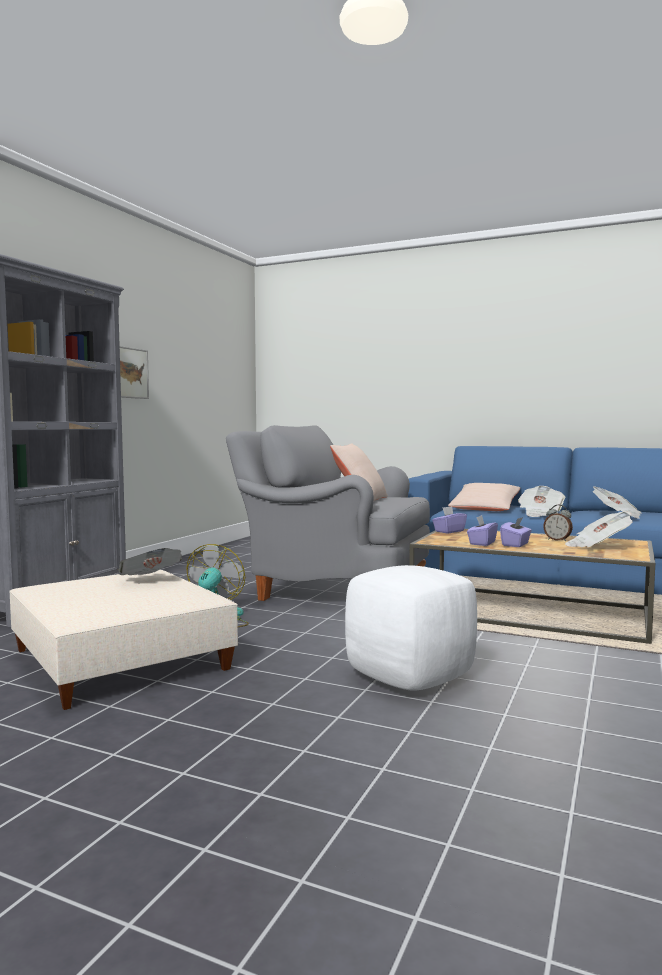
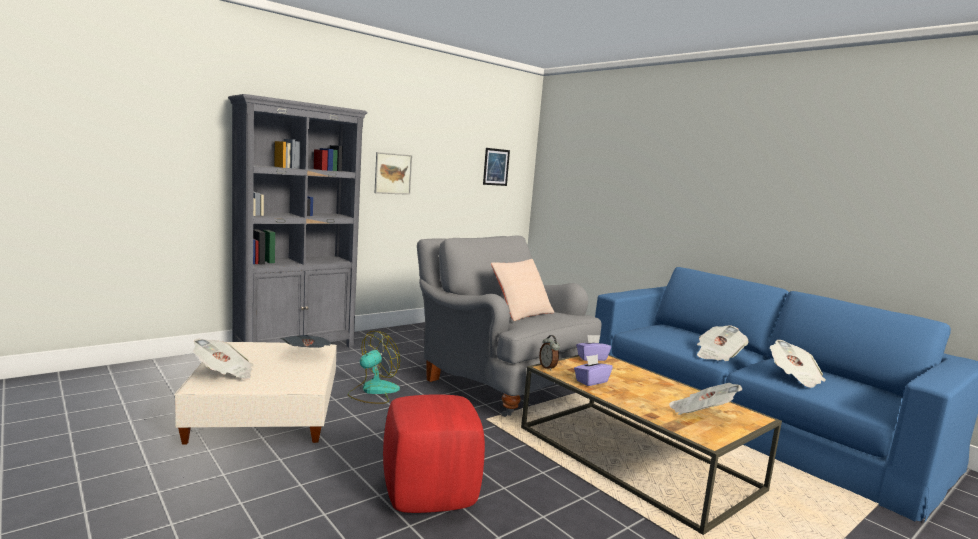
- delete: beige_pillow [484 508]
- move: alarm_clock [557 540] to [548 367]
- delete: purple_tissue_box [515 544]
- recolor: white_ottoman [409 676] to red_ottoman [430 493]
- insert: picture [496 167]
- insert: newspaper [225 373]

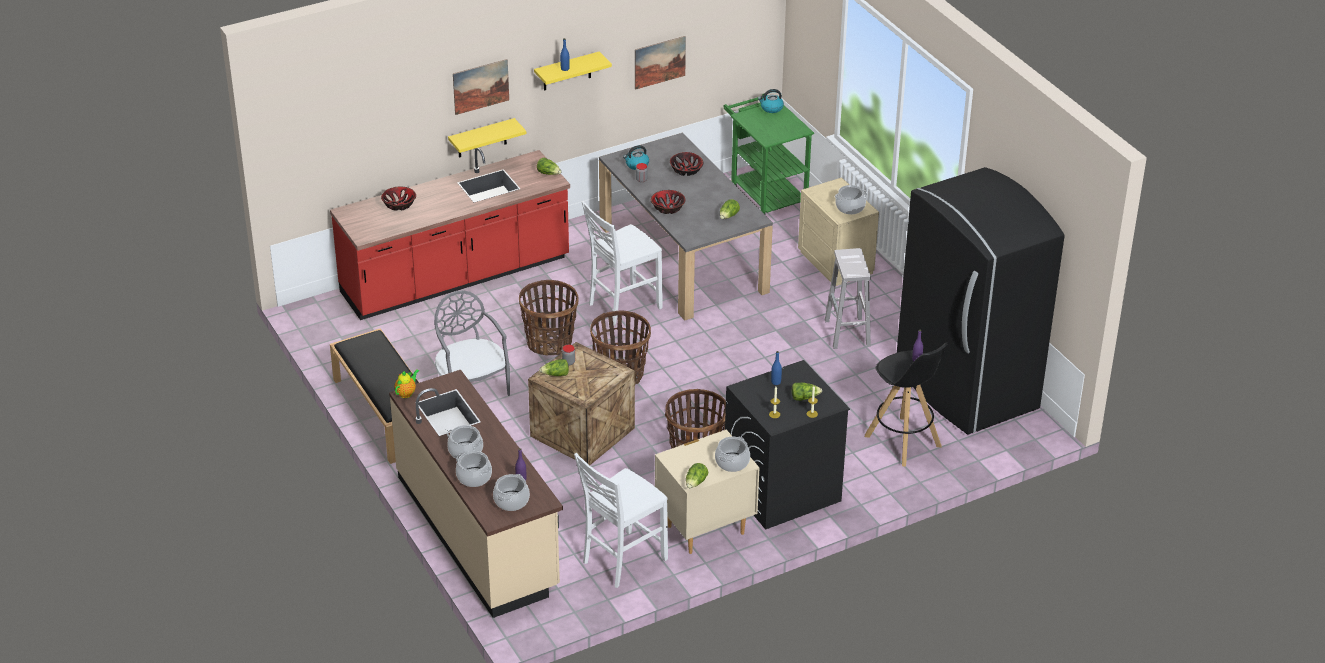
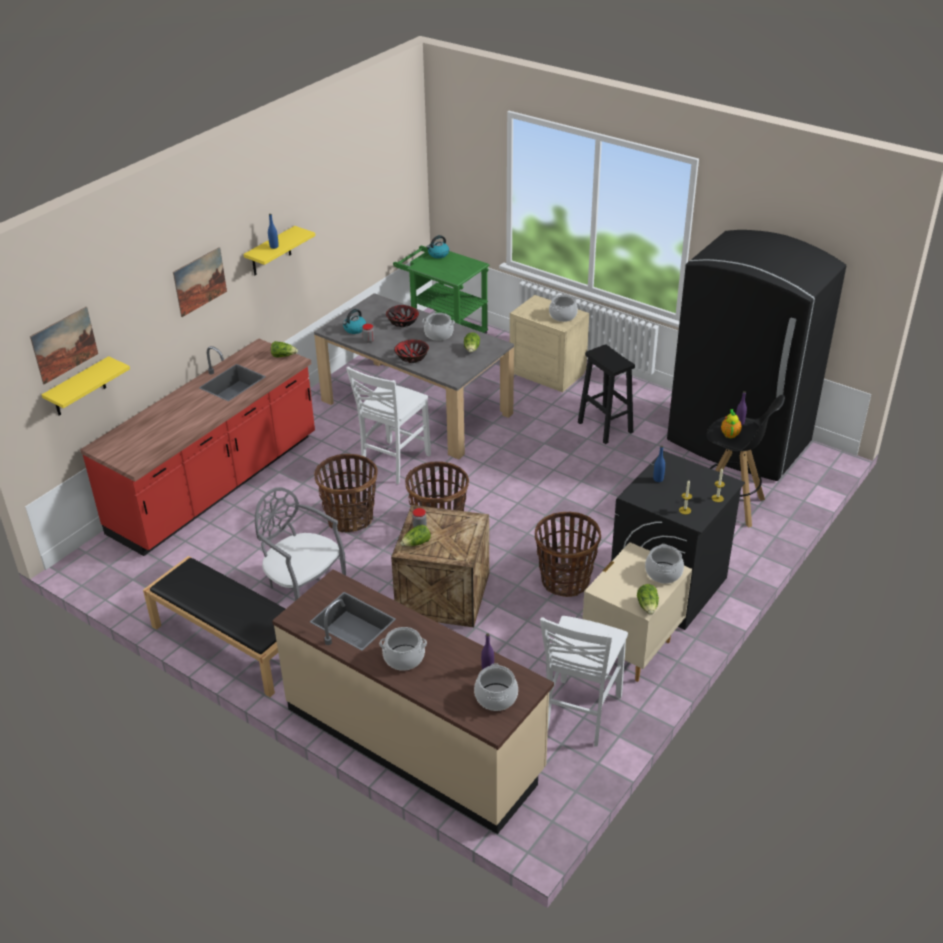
- move: picture [659 62] to [64 345]
- move: yellow_shelf [482 138] to [79 388]
- delete: bowl [399 204]
- recolor: white_stool [847 333] to black_stool [606 427]
- move: teapot [406 393] to [730 433]
- delete: lettuce [804 397]
- move: cooking_pot [474 477] to [438 334]

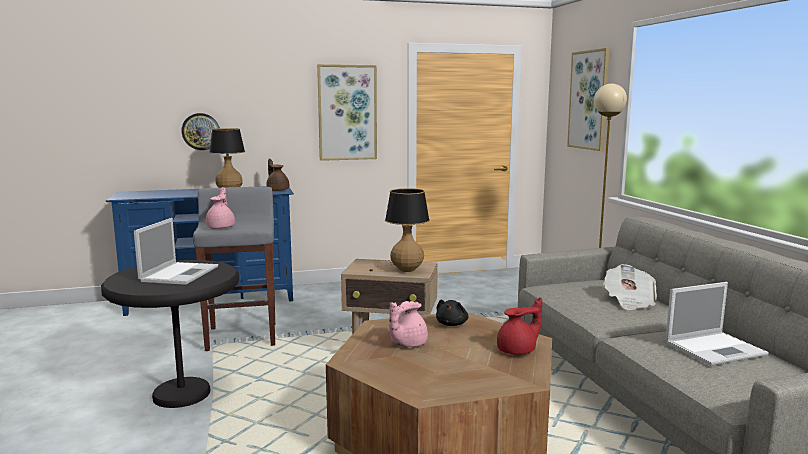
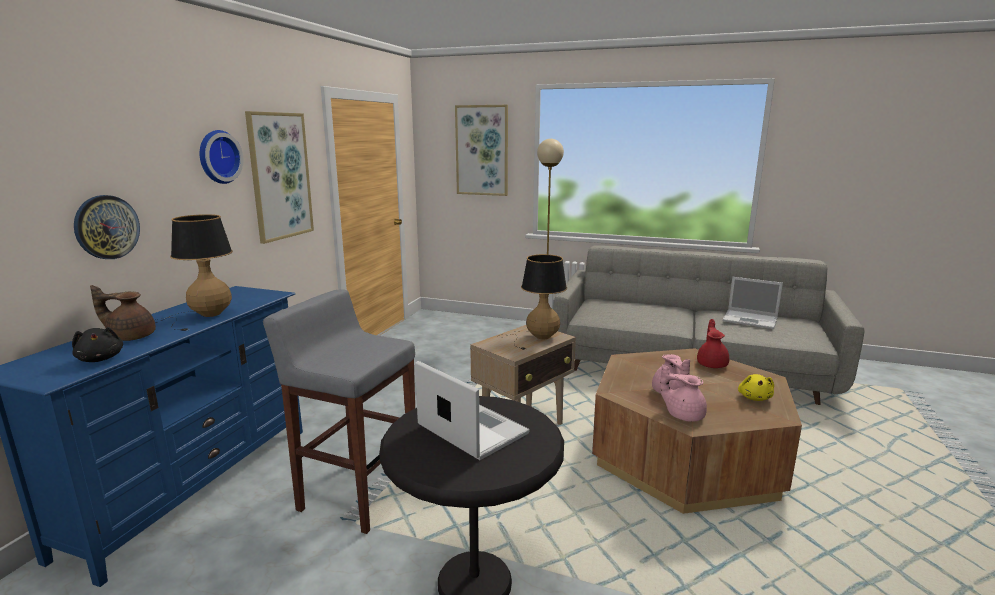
- move: brown_teapot [277 190] to [131 337]
- move: pink_teapot [221 227] to [683 414]
- delete: newspaper [629 301]
- rotate: laptop [716 348] = [751 320] 105 degrees clockwise
- move: black_plush_toy [452 324] to [101 359]
- insert: wall_clock [217 157]
- insert: yellow_plush_toy [754 397]

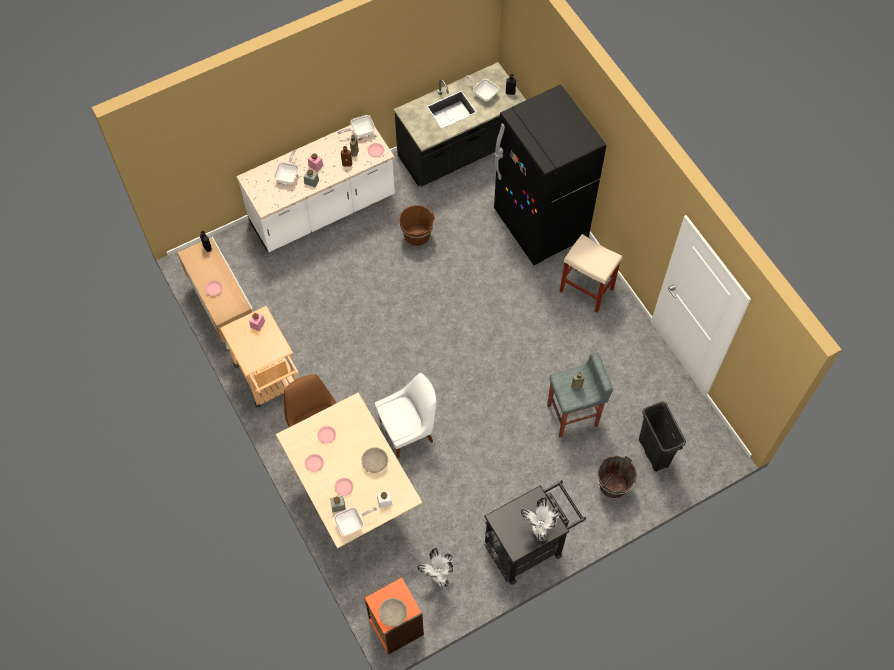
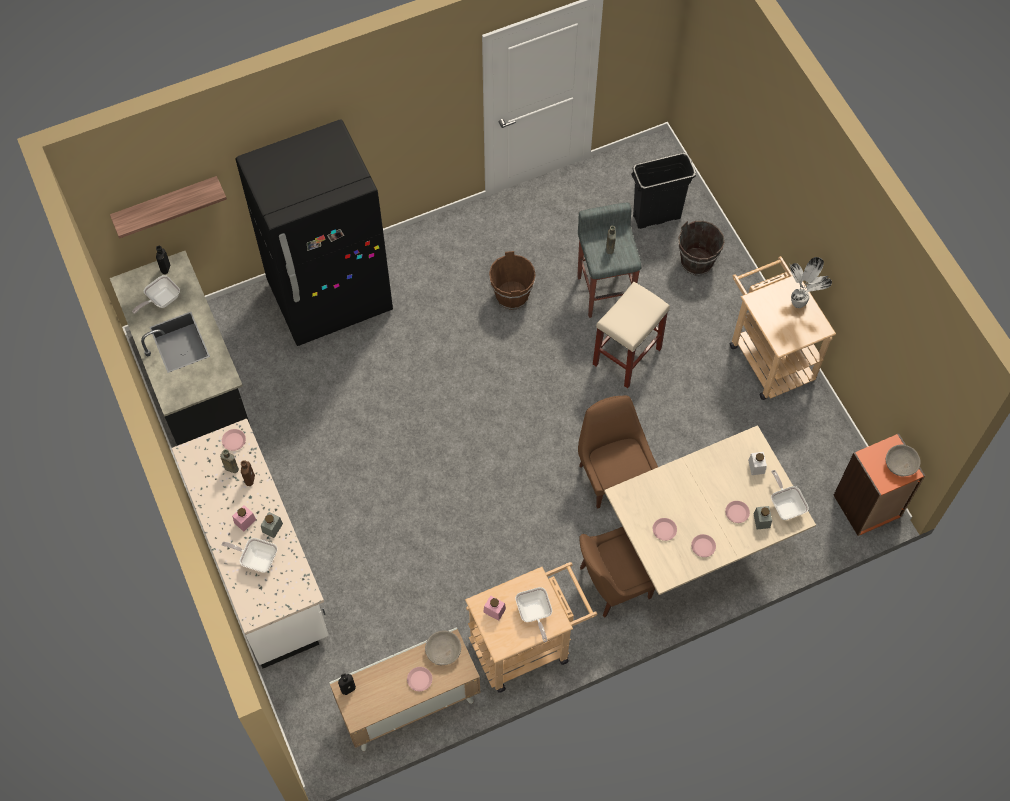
- move: frying_pan [360 132] to [534 614]
- move: brown_bucket [417 236] to [511 296]
- move: beige_stool [587 290] to [627 355]
- recolor: white_chair [408 430] to brown_chair [613 475]
- move: grey_bowl [375 462] to [443 651]
- recolor: black_cart [529 545] to beige_cart [768 355]
- delete: potted_plant [437 579]
- insert: shelf [166 203]

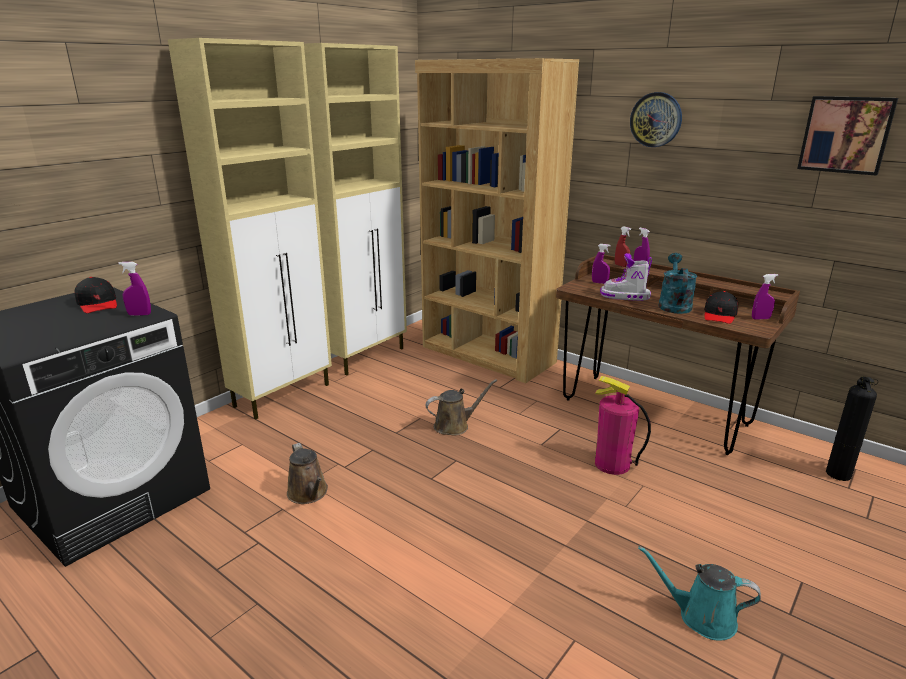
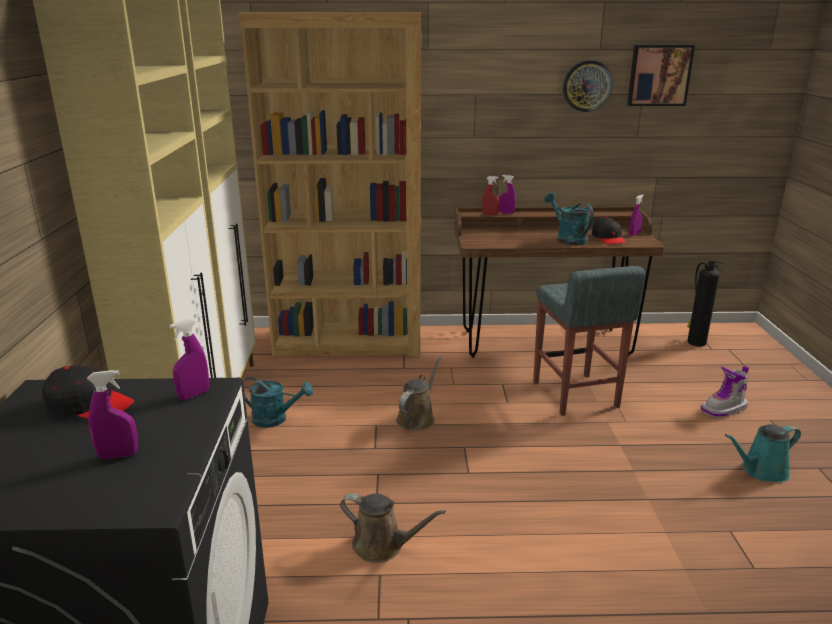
- move: wall_clock [656 119] to [587 86]
- move: purple_spray_bottle [599 283] to [118 455]
- move: boot [625 296] to [724 409]
- replace: fire_extinguisher [612 464] to grey_stool [575 395]
- insert: turquoise_watering_can [276 419]

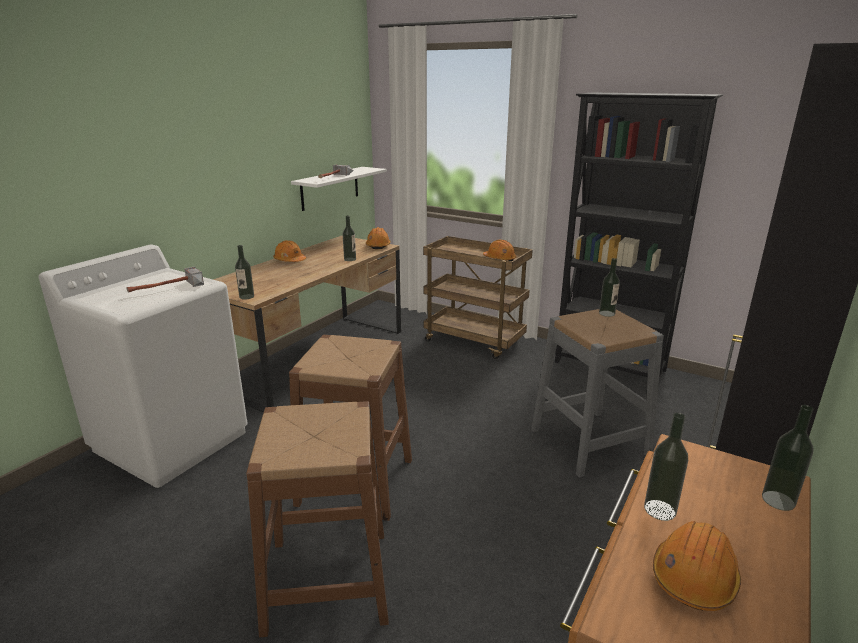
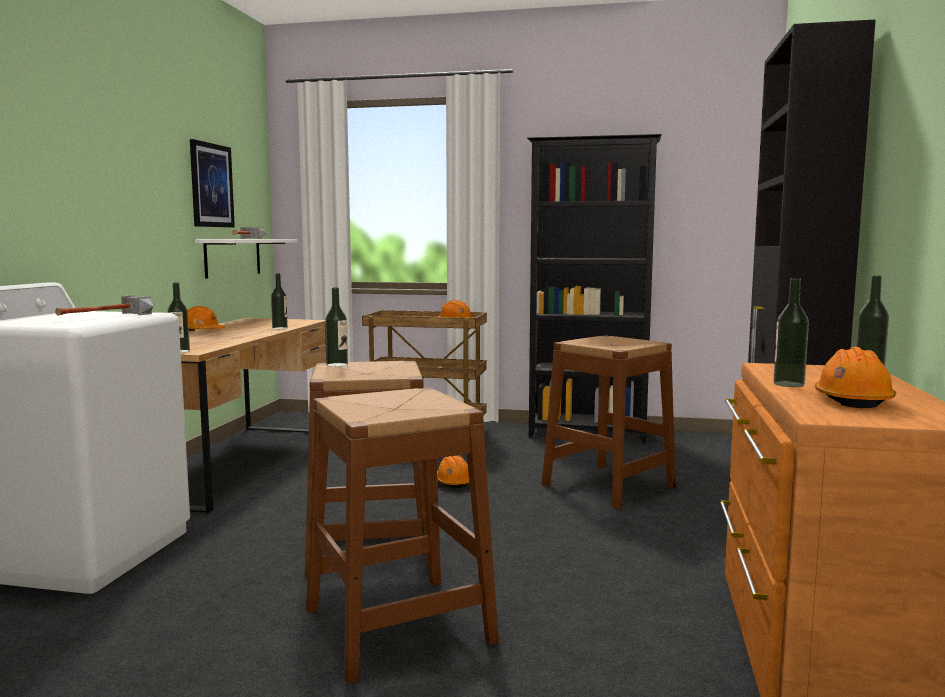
- move: orange_hard_hat [378 245] to [453 482]
- move: bottle [607 313] to [337 365]
- recolor: grey_stool [589 442] to brown_stool [608 485]
- insert: picture [211 185]

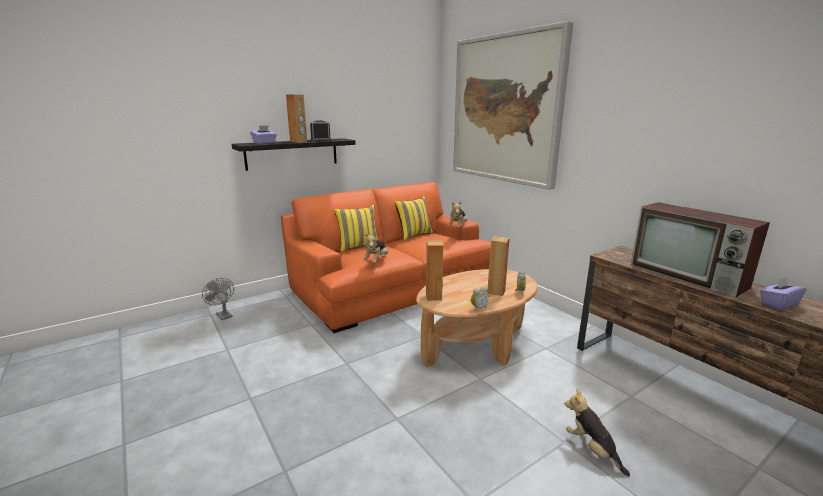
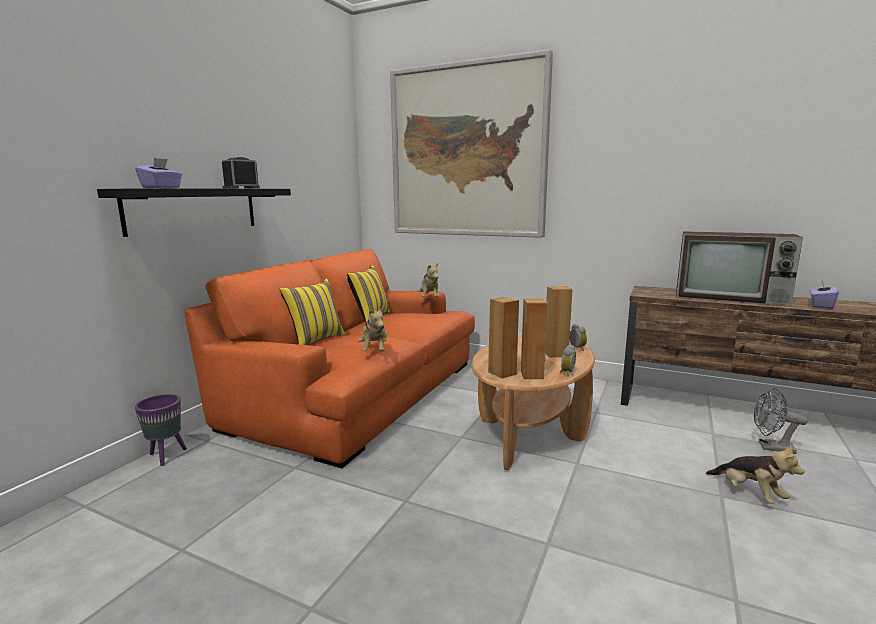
- move: brown_speaker [299 141] to [532 375]
- move: grey_fan [222 314] to [771 447]
- rotate: plush_toy [592 449] = [749 493] 150 degrees counterclockwise
- insert: purple_planter [166 456]

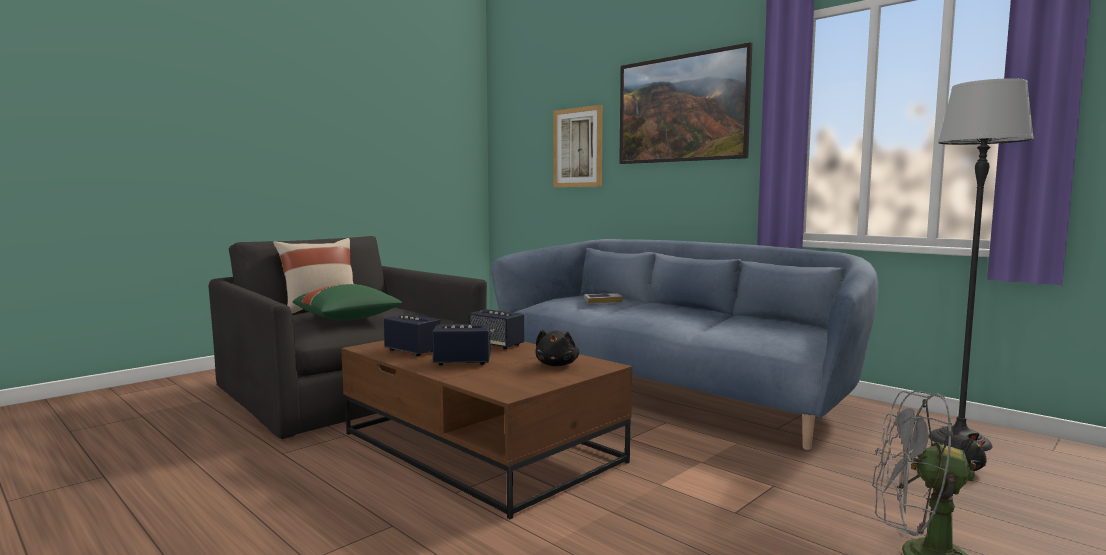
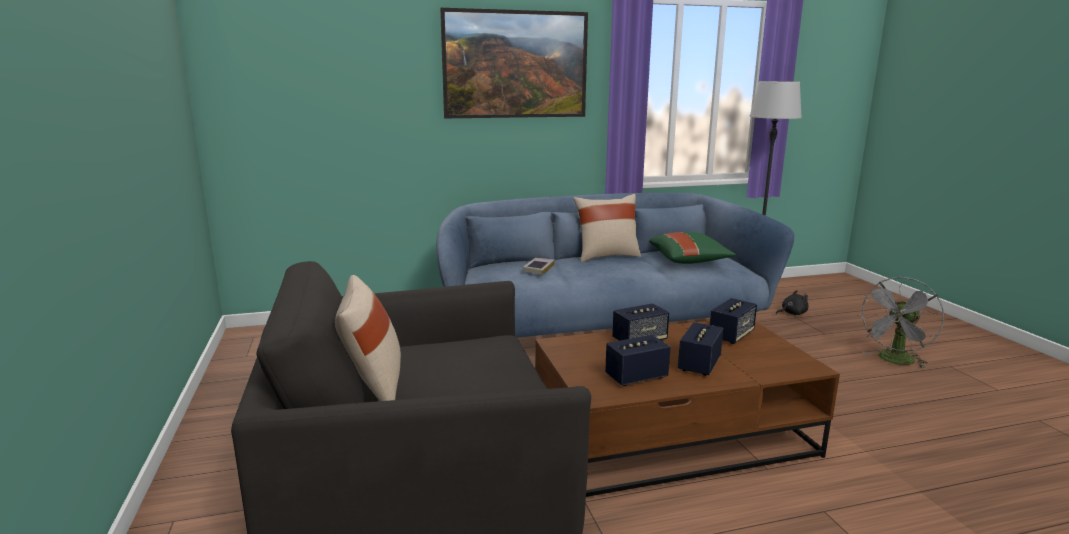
- delete: picture [577 147]
- move: green_pillow [348 319] to [689 260]
- replace: black_plush_toy [557 364] to speaker [731 335]
- insert: beige_pillow [606 256]

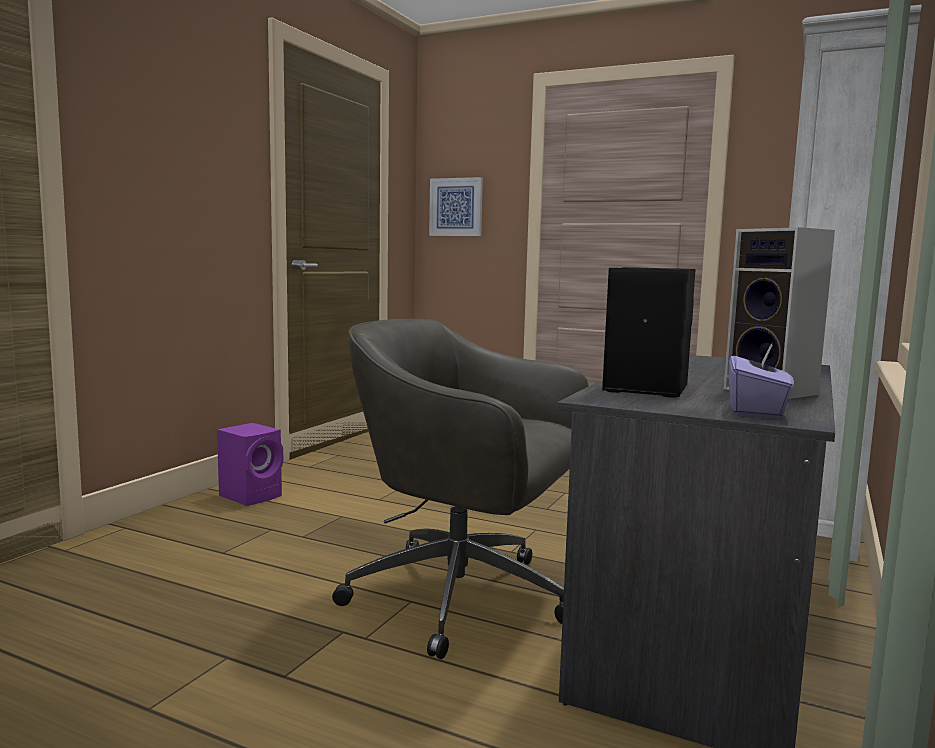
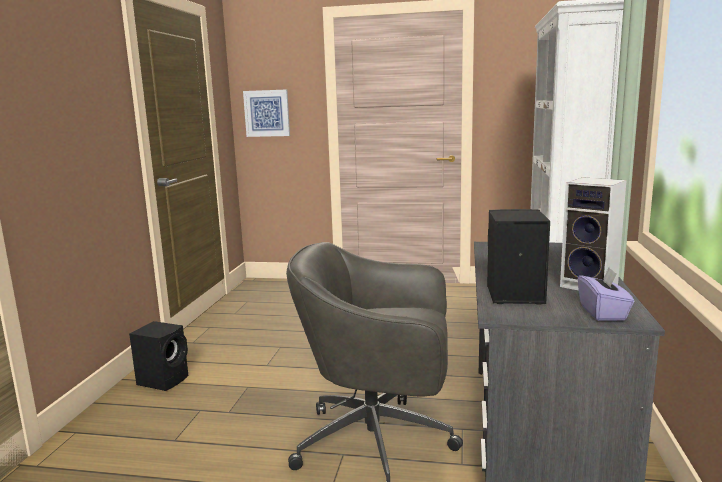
- recolor: purple_speaker [252 496] to black_speaker [164 380]

